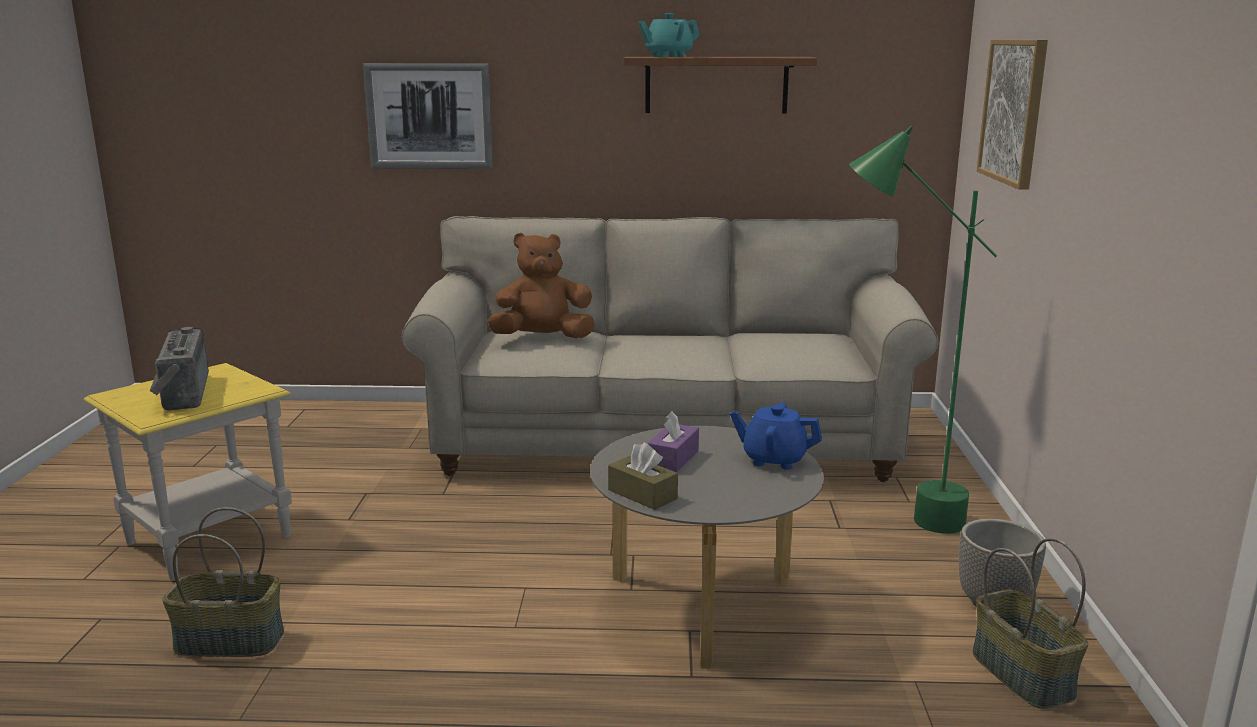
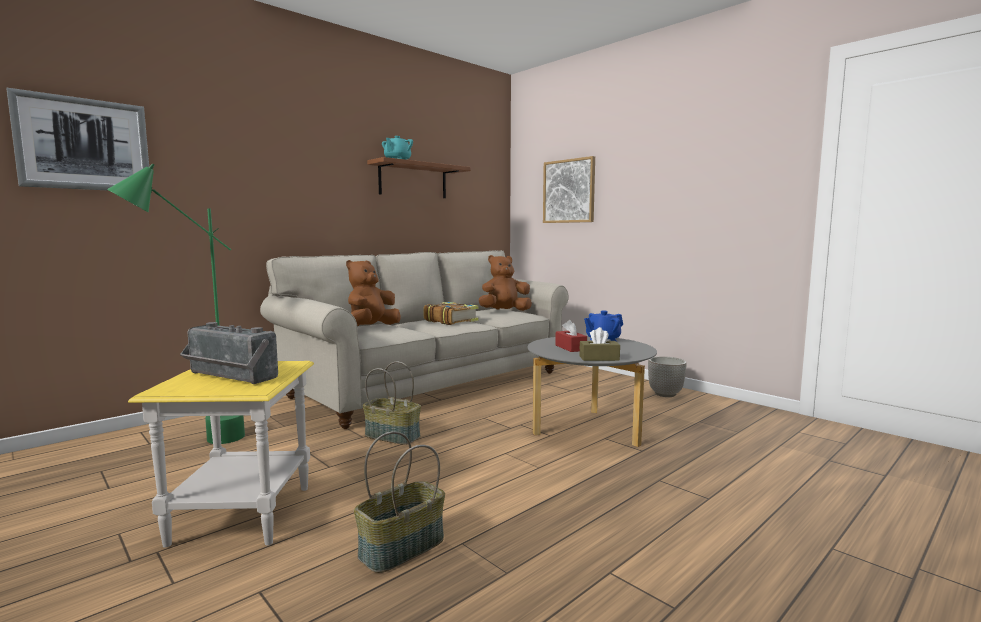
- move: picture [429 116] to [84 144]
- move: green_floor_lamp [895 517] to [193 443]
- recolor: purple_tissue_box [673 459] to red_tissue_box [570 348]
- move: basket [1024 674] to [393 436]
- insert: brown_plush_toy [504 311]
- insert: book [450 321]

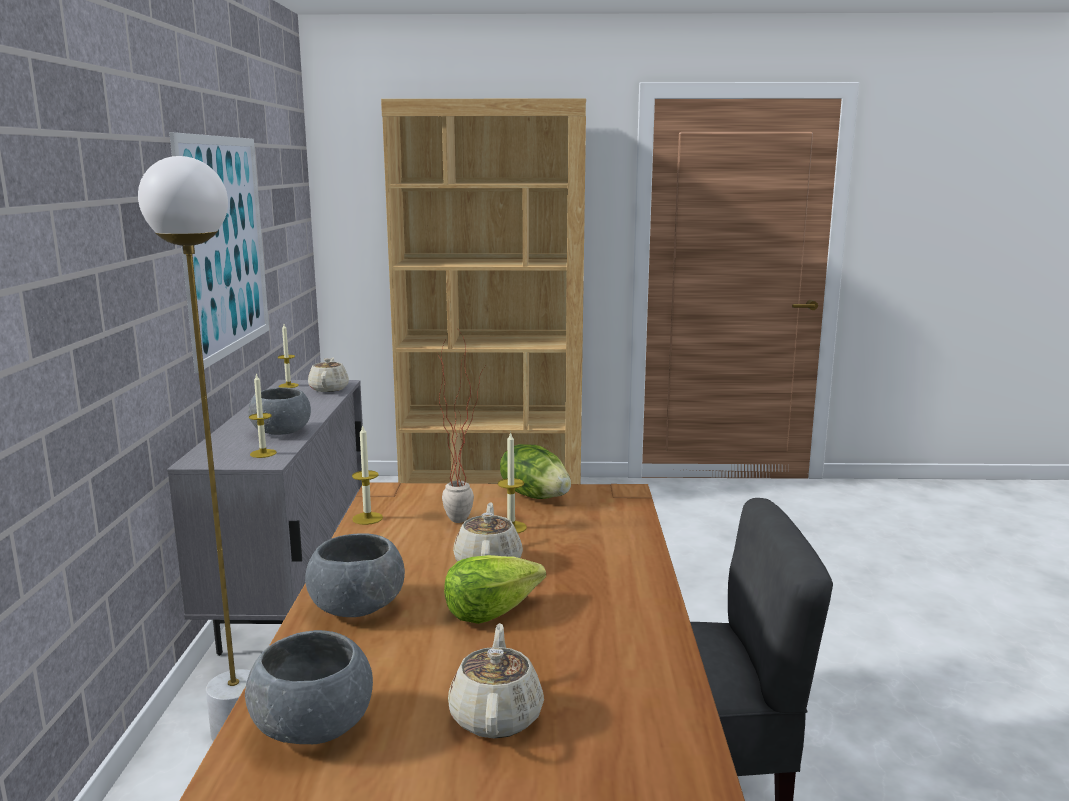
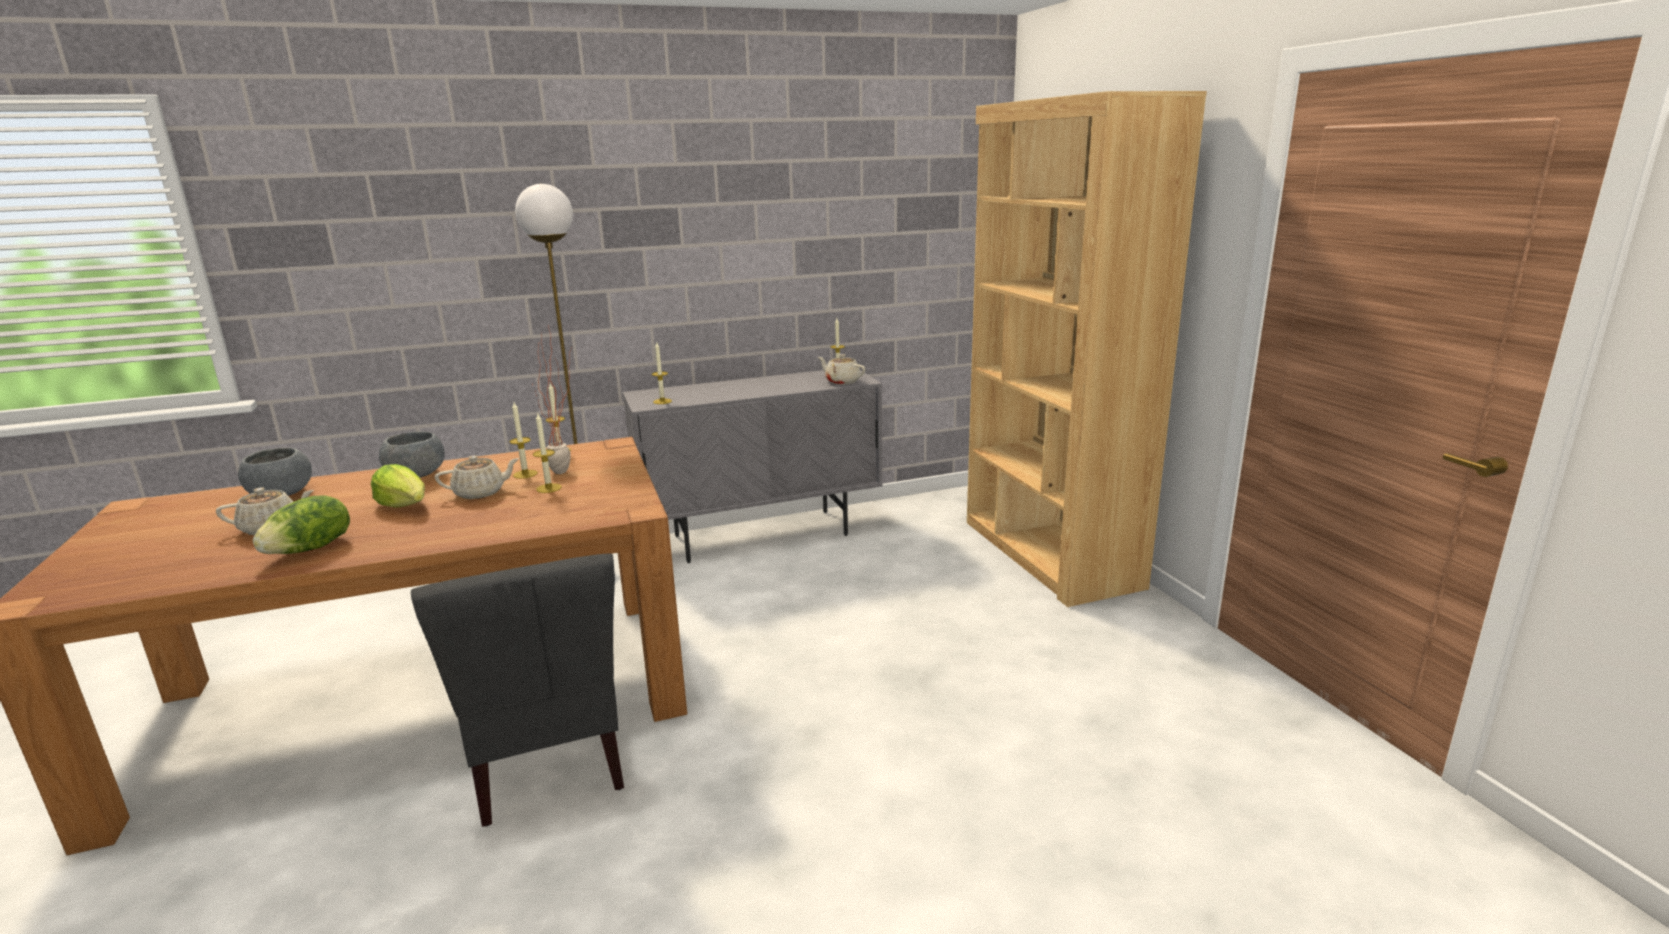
- delete: picture [225 245]
- rotate: beige_teapot [329 388] = [842 381] 120 degrees counterclockwise
- delete: grey_bowl [281 432]
- move: lettuce [535 495] to [311 549]
- insert: candle [525 474]

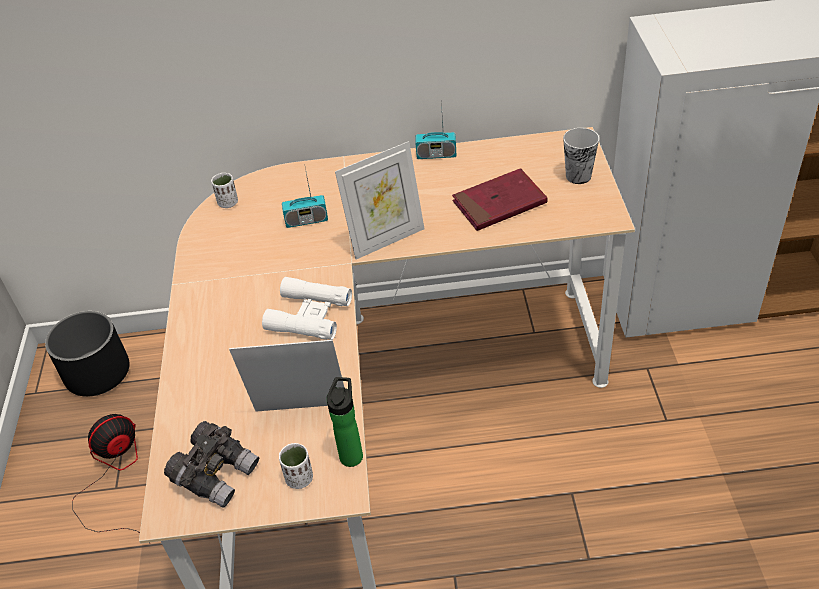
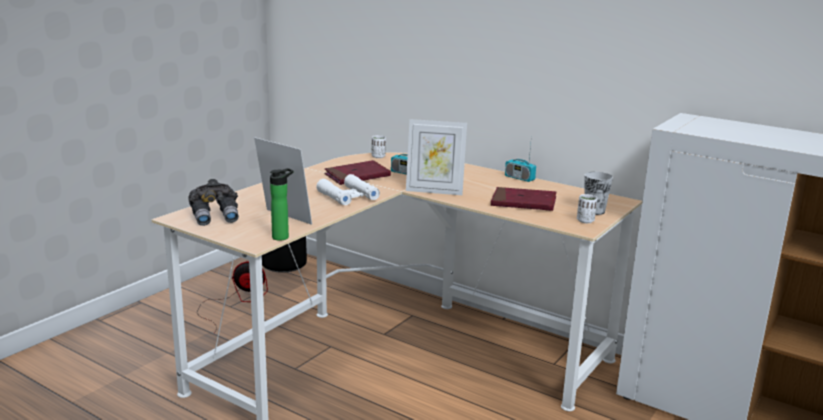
- move: white_cup [299 478] to [585 221]
- insert: red_book [357 176]

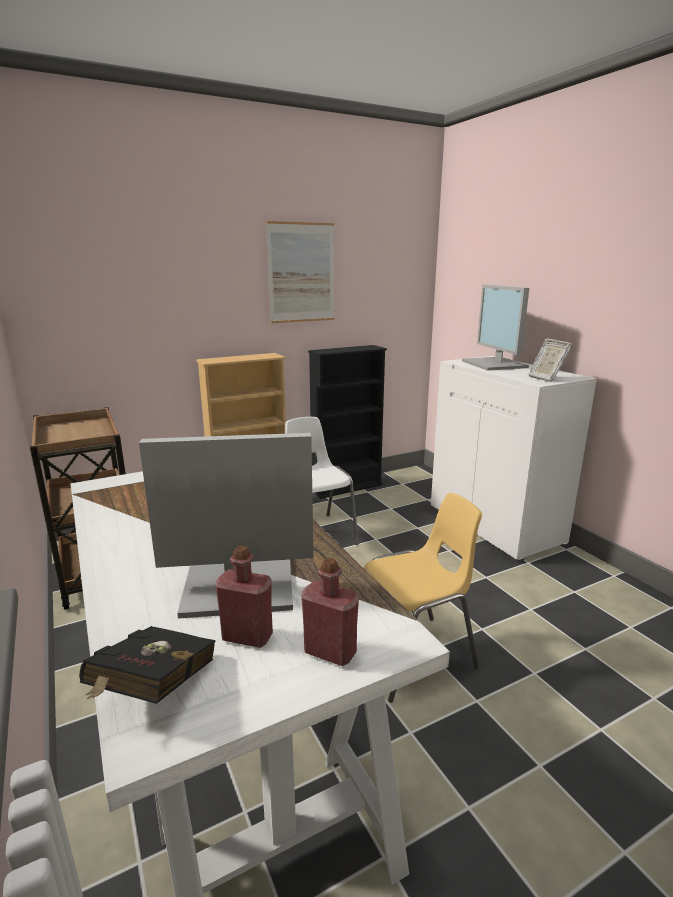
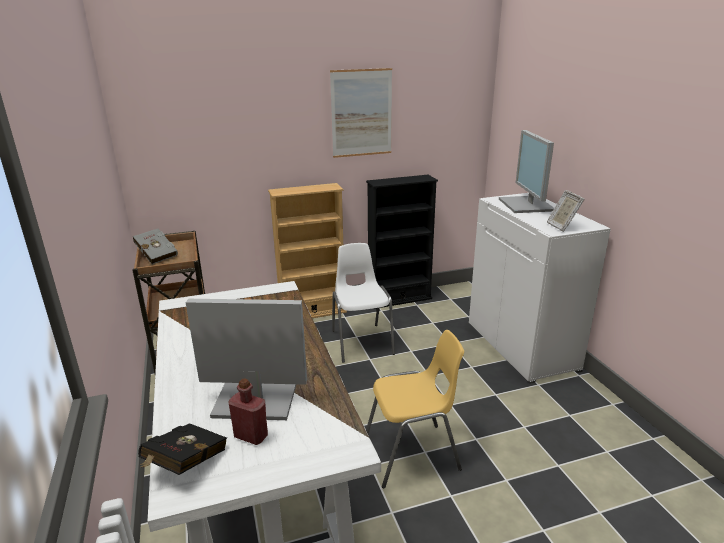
- delete: red_bottle [330 652]
- insert: grey_book [156 255]

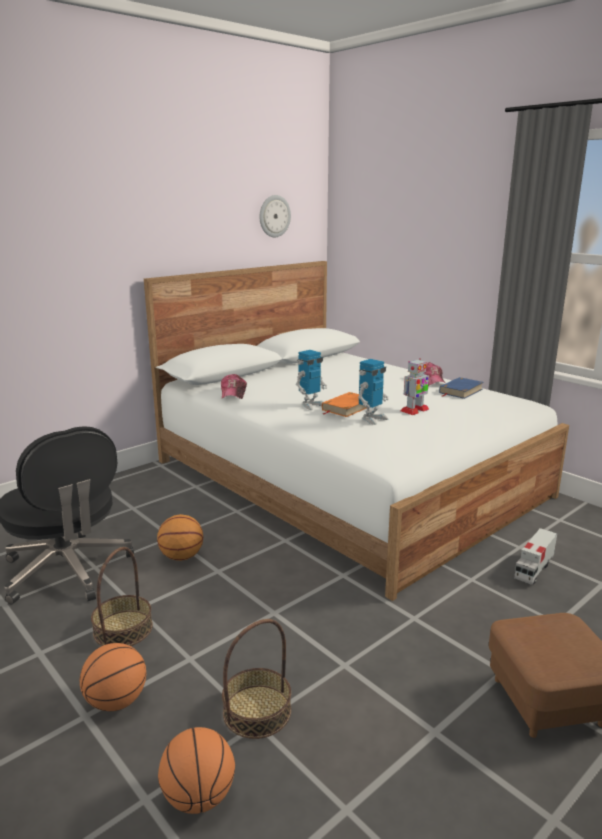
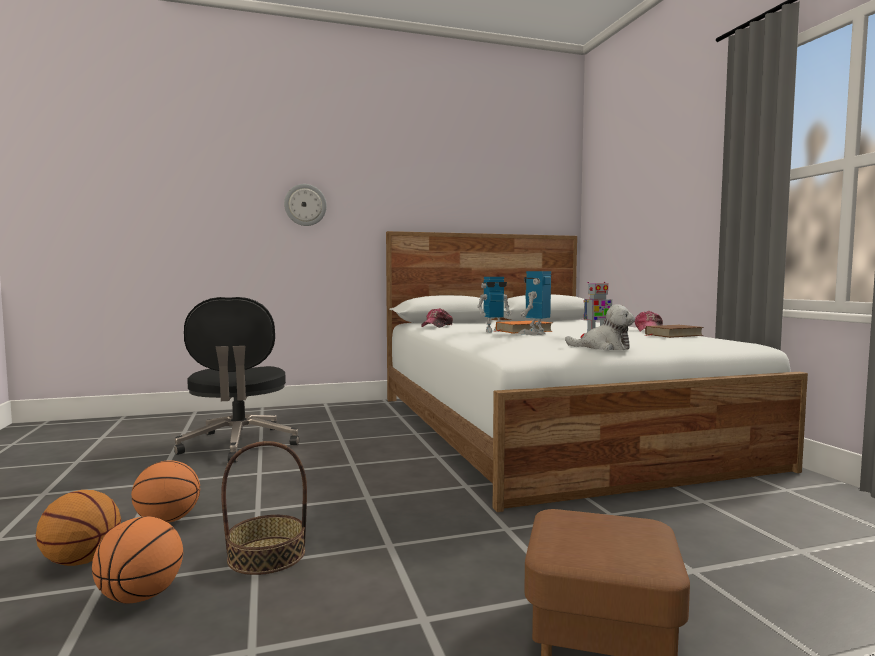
- move: wall_clock [274 216] to [305 205]
- rotate: toy_robot [372 419] = [534 334] 150 degrees clockwise
- recolor: blue_book [460 391] to brown_book [673 335]
- move: basketball [182 556] to [82 561]
- delete: toy_truck [533 569]
- delete: basket [123 629]
- insert: plush_toy [603 347]

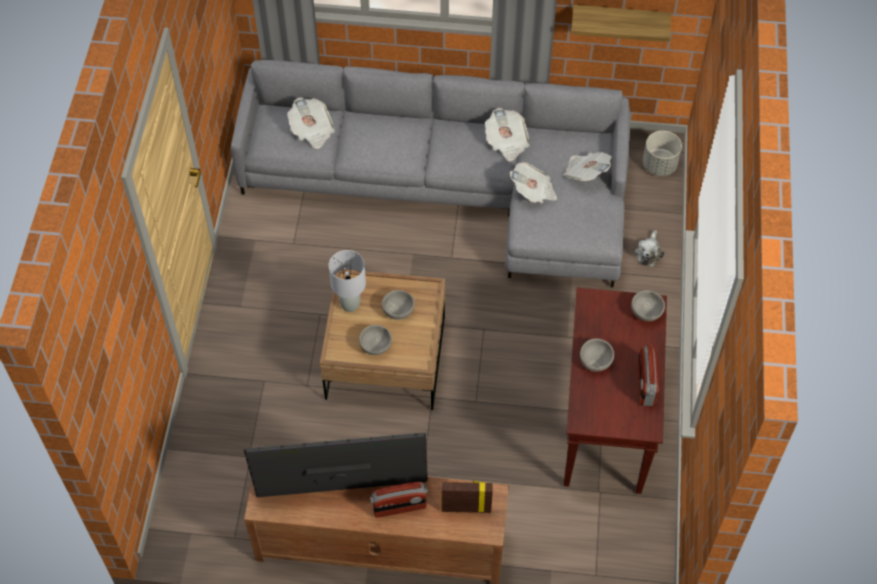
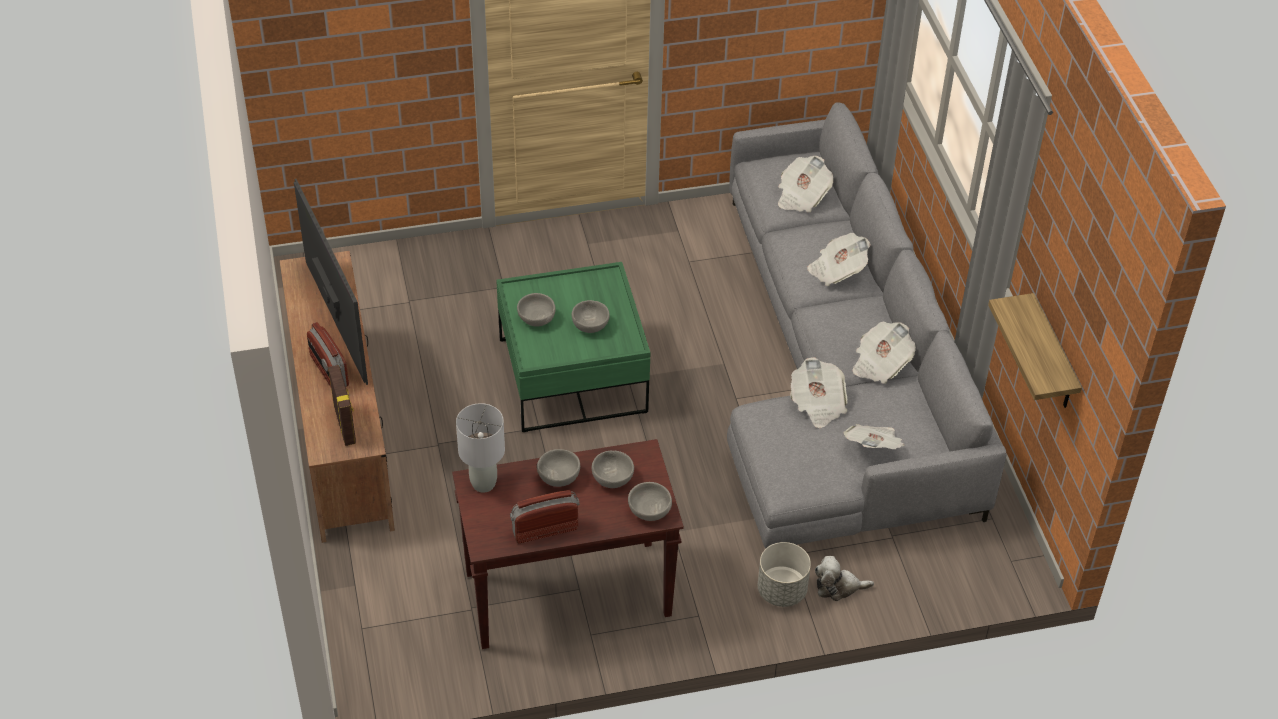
- move: grey_planter [659 165] to [782 591]
- move: grey_table_lamp [350 305] to [483 484]
- recolor: brown_coffee_table [386 358] to green_coffee_table [573 376]
- insert: newspaper [837 270]
- insert: grey_bowl [611 479]

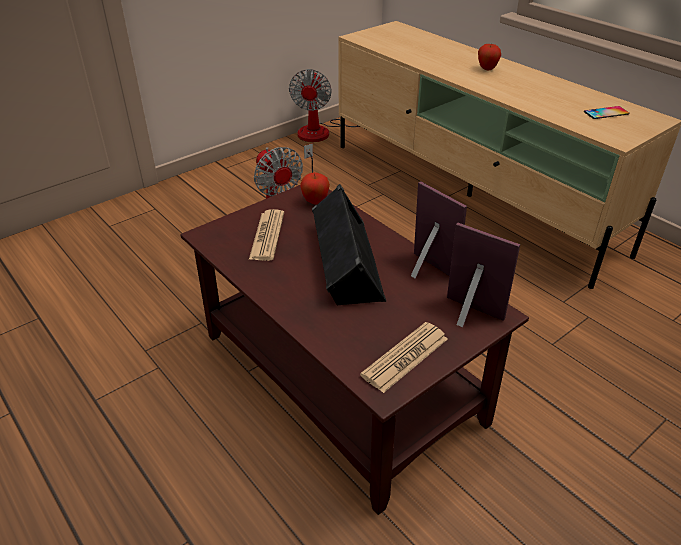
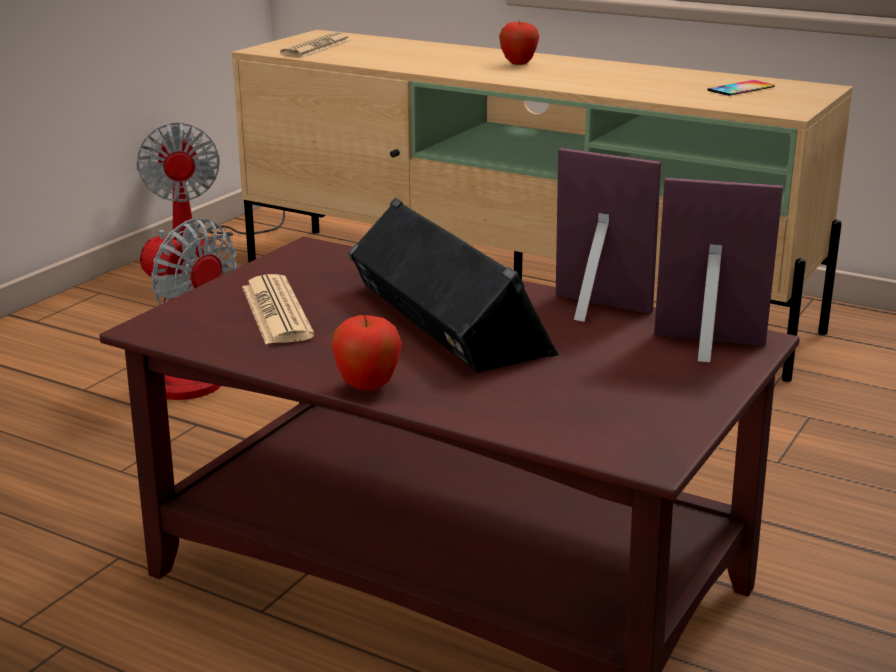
- move: apple [315 202] to [367 387]
- move: newspaper [405 357] to [317 47]

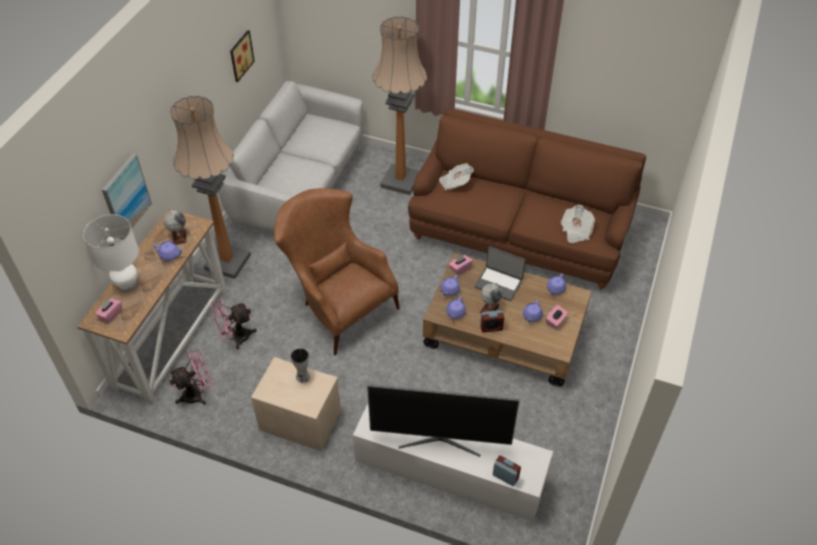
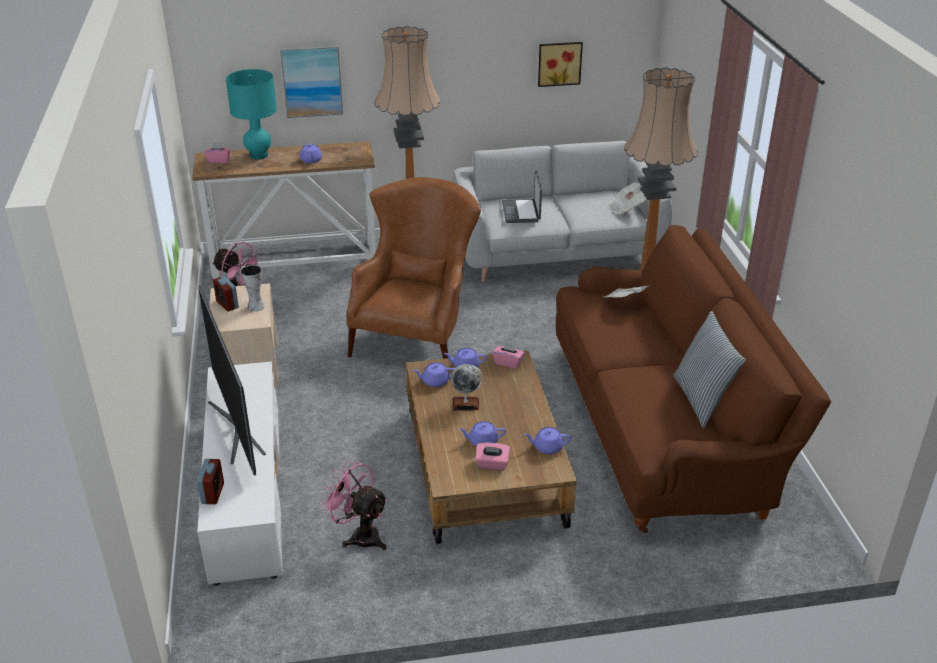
- move: newspaper [575 231] to [627 207]
- delete: globe [179 236]
- recolor: white_table_lamp [127 285] to turquoise_table_lamp [258 155]
- move: laptop [498 283] to [522 212]
- move: pink_fan [235 338] to [360 535]
- move: alarm_clock [491 327] to [227 304]
- insert: pillow [702 400]

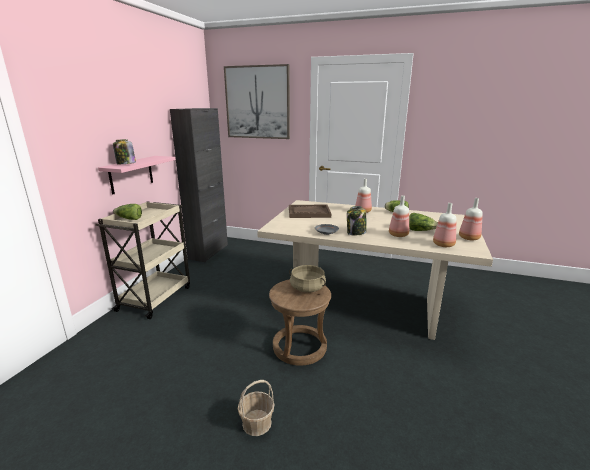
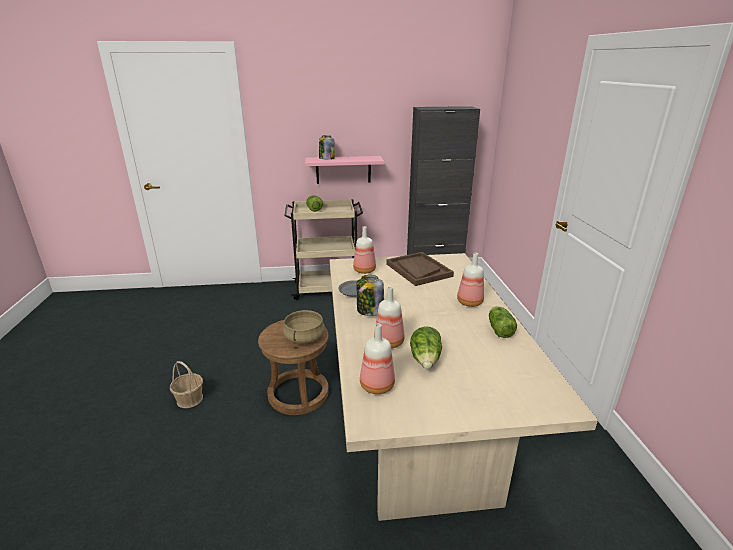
- delete: picture [257 102]
- move: bottle [468 238] to [364 270]

